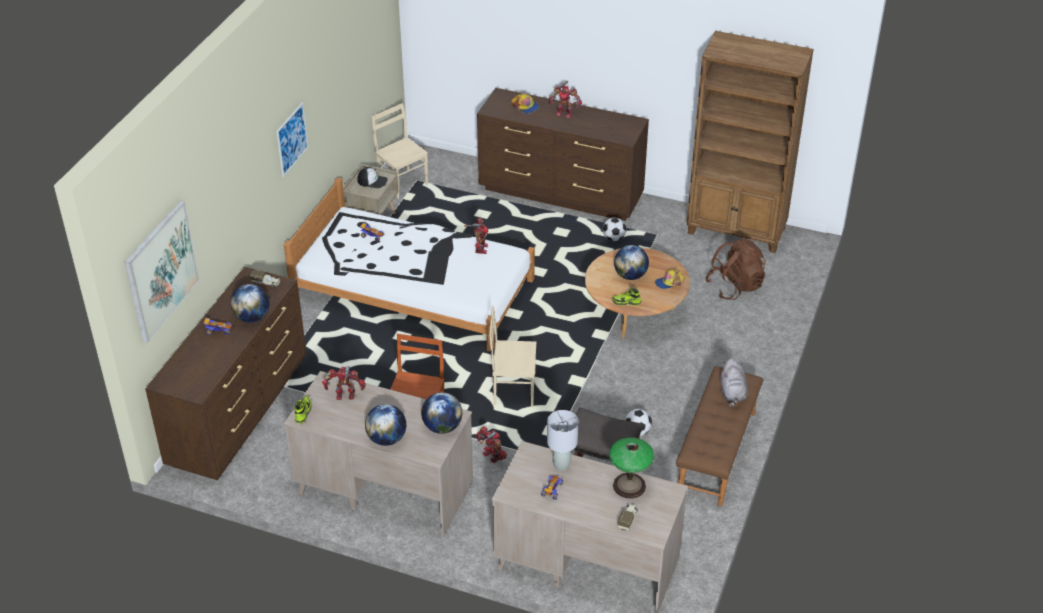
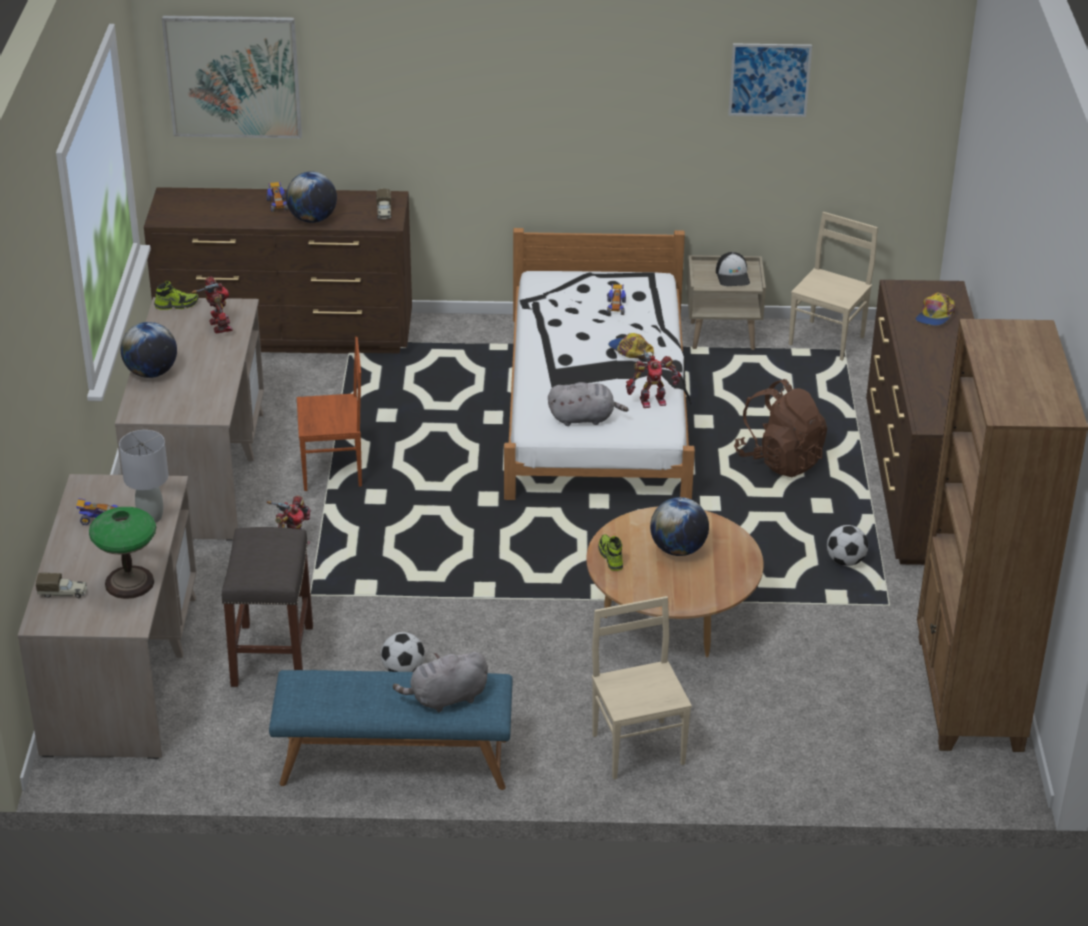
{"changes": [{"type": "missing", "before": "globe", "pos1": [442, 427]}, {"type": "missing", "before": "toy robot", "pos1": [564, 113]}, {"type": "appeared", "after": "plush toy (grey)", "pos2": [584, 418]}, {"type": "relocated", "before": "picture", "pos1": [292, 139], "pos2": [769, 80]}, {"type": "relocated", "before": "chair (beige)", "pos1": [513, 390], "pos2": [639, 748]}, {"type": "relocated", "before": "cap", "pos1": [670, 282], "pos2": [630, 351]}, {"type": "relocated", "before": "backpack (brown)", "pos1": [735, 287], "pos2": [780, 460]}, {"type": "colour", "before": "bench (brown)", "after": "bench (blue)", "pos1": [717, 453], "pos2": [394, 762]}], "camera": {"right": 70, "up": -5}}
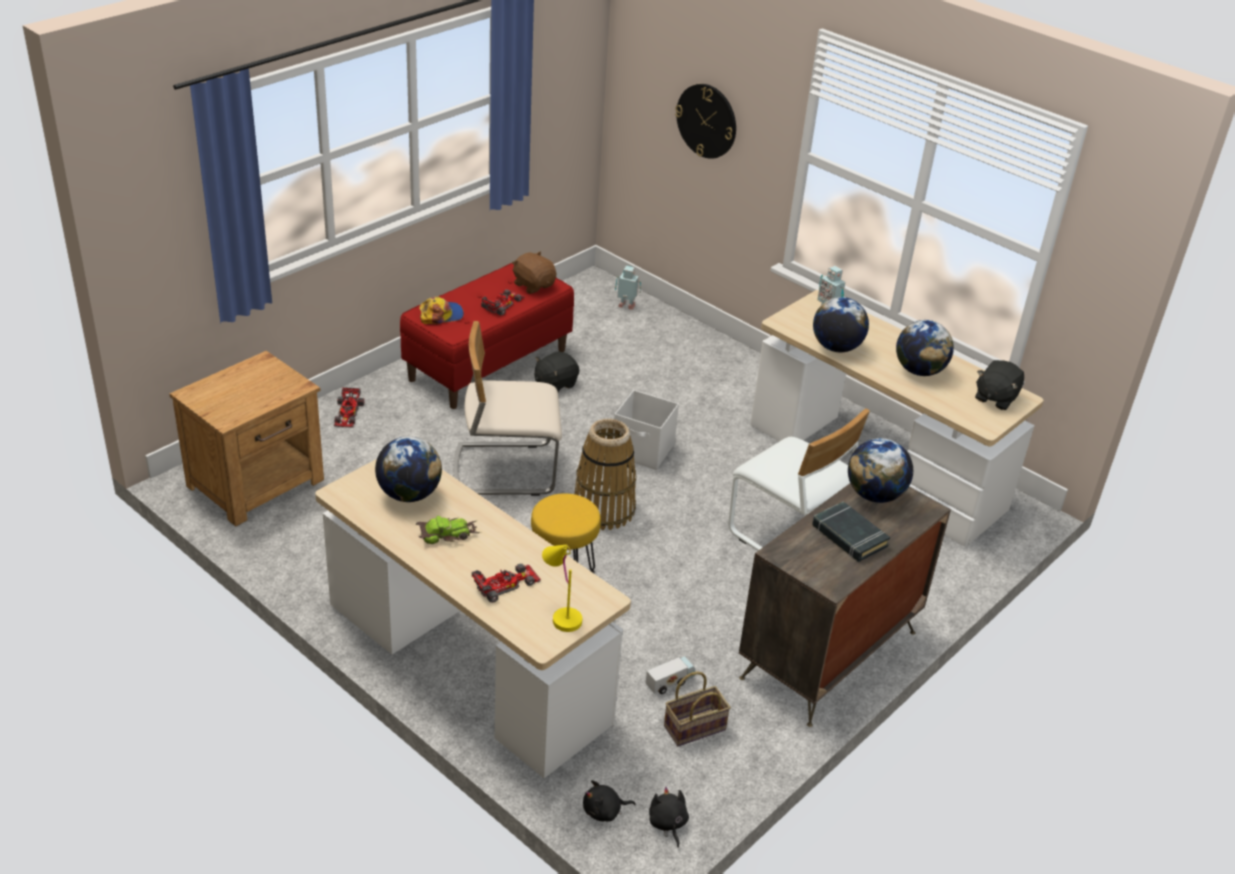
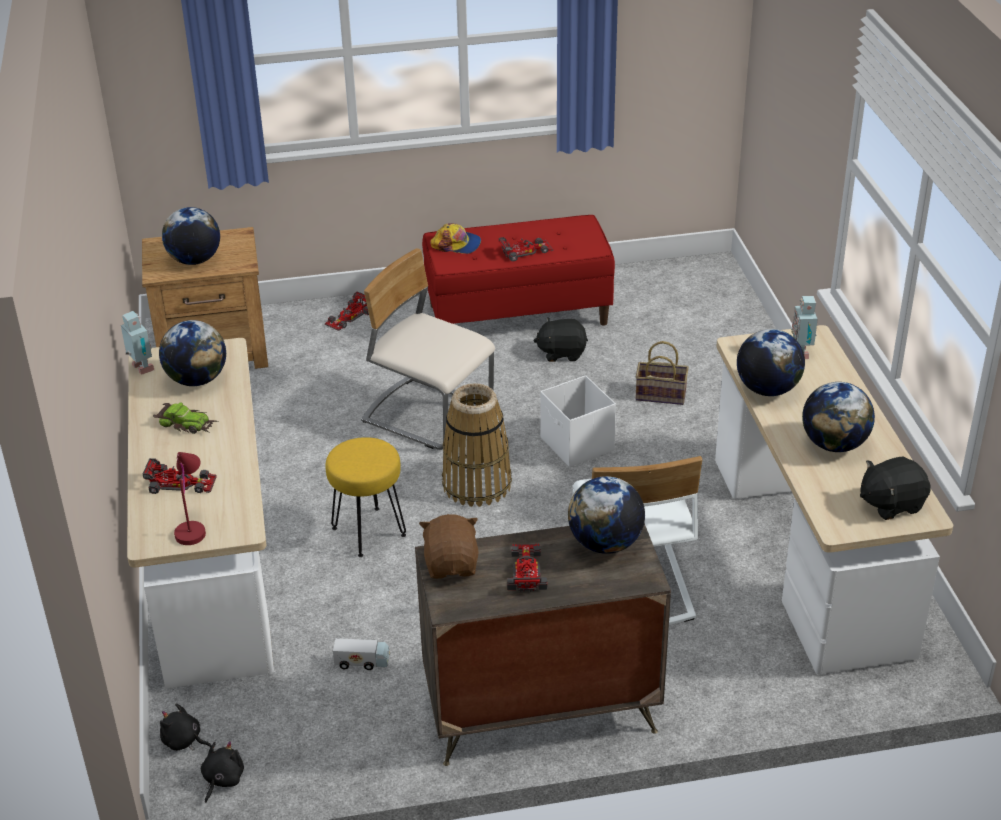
{"changes": [{"type": "missing", "before": "wall clock", "pos1": [707, 121]}, {"type": "appeared", "after": "globe", "pos2": [194, 260]}, {"type": "relocated", "before": "plush toy (brown)", "pos1": [533, 285], "pos2": [452, 564]}, {"type": "relocated", "before": "toy robot", "pos1": [626, 307], "pos2": [141, 369]}, {"type": "relocated", "before": "basket", "pos1": [695, 726], "pos2": [662, 394]}, {"type": "exchanged", "before": "book (black)", "after": "toy car", "pos1": [848, 536], "pos2": [526, 570]}, {"type": "colour", "before": "table lamp (yellow)", "after": "table lamp (red)", "pos1": [560, 612], "pos2": [193, 525]}], "camera": {"right": 40, "up": 0}}
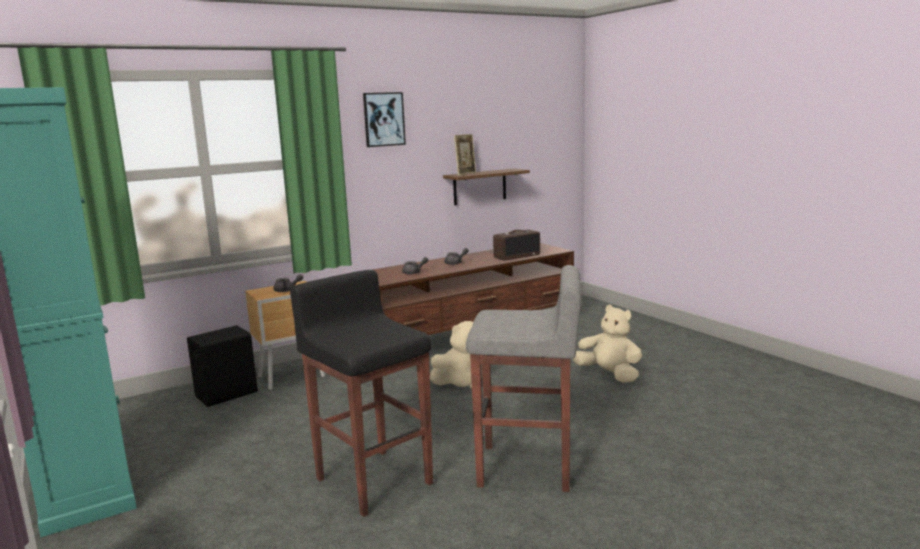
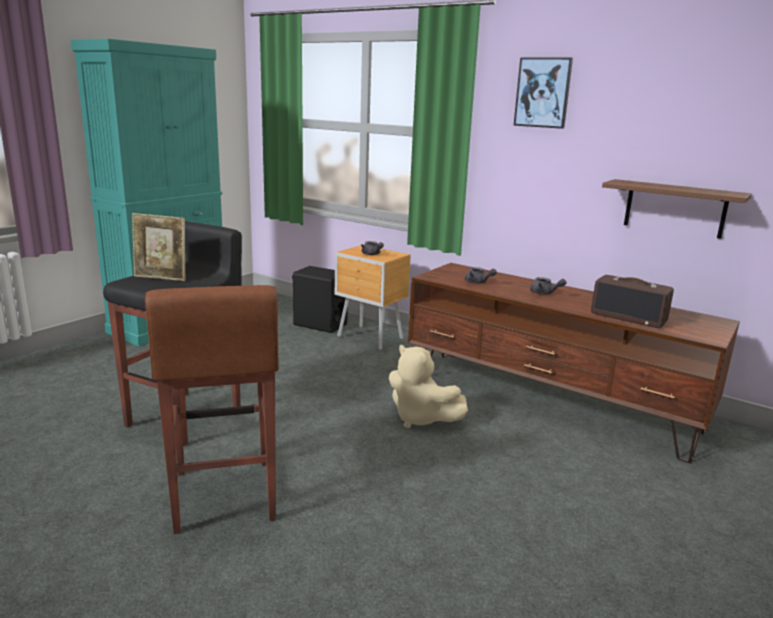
{"changes": [{"type": "missing", "before": "plush toy (beige)", "pos1": [609, 375]}, {"type": "relocated", "before": "picture frame", "pos1": [466, 174], "pos2": [161, 278]}, {"type": "colour", "before": "stool (grey)", "after": "stool (brown)", "pos1": [527, 468], "pos2": [223, 496]}], "camera": {"right": 65, "up": 5}}
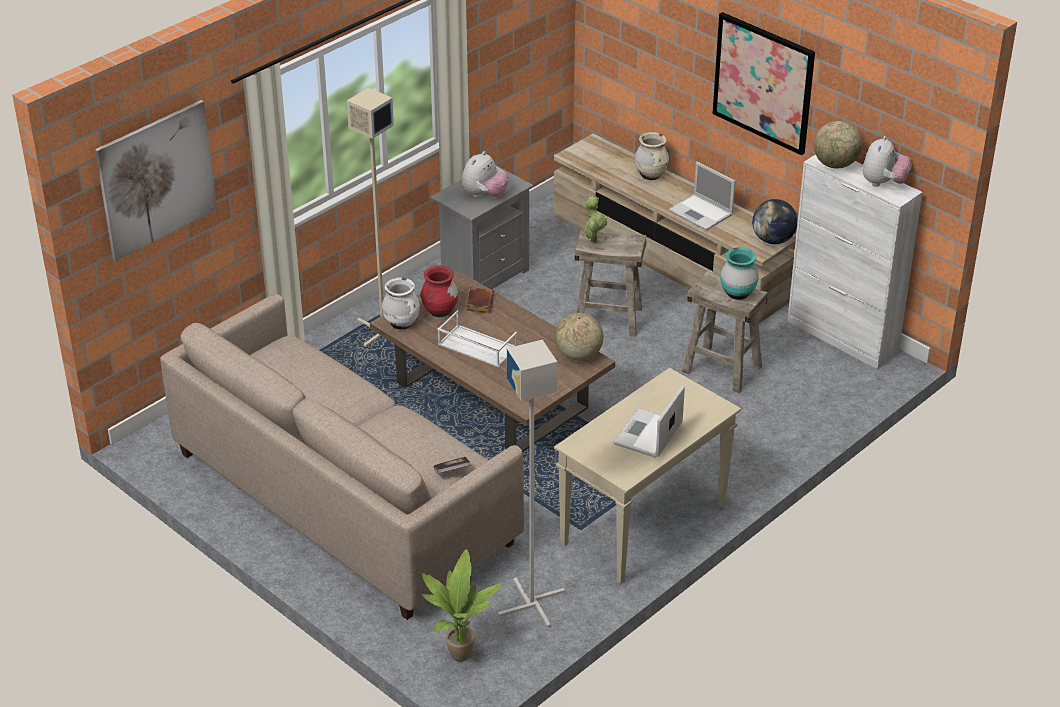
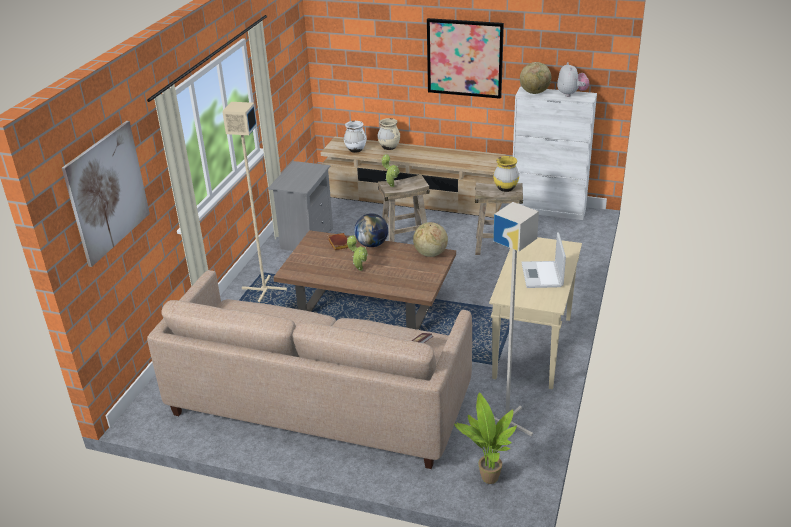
{"changes": [{"type": "missing", "before": "vase (red)", "pos1": [440, 311]}, {"type": "missing", "before": "plush toy", "pos1": [484, 195]}, {"type": "missing", "before": "laptop", "pos1": [701, 213]}, {"type": "relocated", "before": "vase (white)", "pos1": [401, 323], "pos2": [355, 150]}, {"type": "relocated", "before": "globe", "pos1": [773, 240], "pos2": [372, 244]}, {"type": "exchanged", "before": "tray (white)", "after": "potted plant", "pos1": [476, 346], "pos2": [359, 268]}, {"type": "colour", "before": "vase (turquoise)", "after": "vase (yellow)", "pos1": [737, 294], "pos2": [505, 188]}], "camera": {"right": -25, "up": -5}}
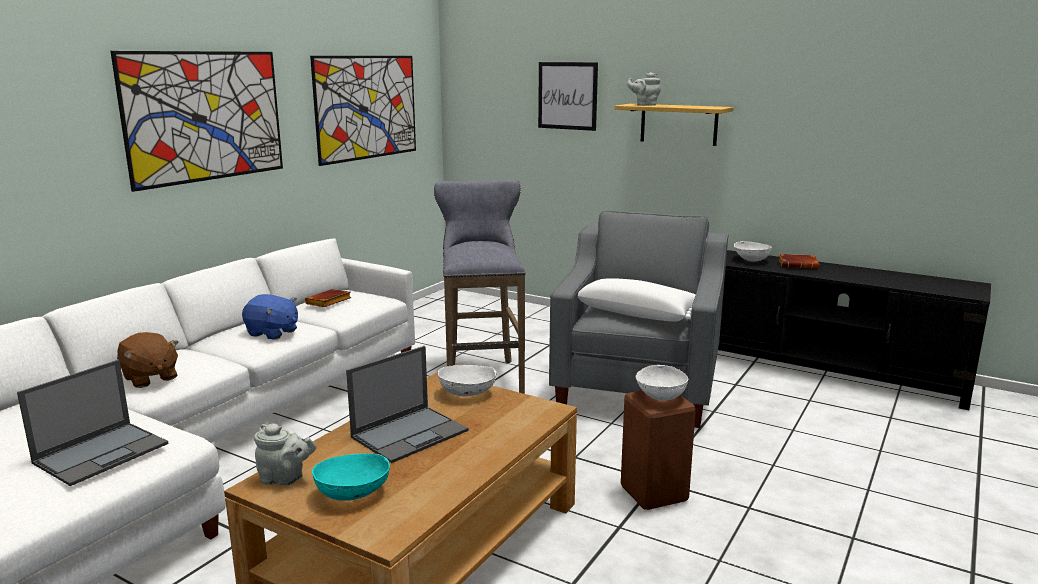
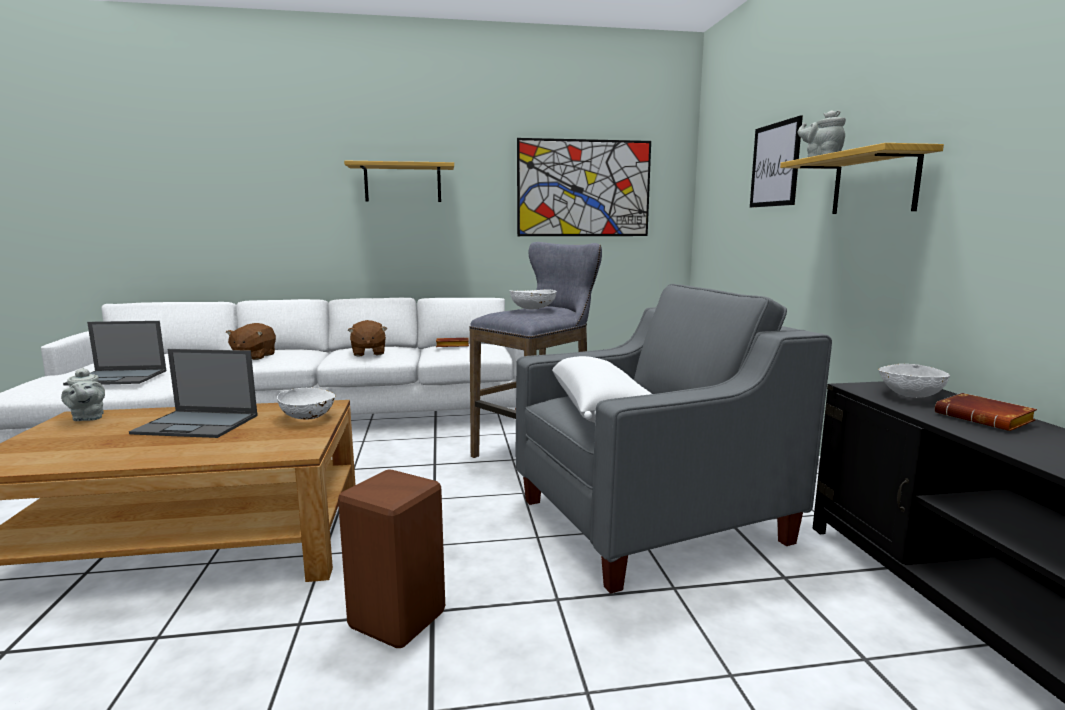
{"changes": [{"type": "missing", "before": "bowl (turquoise)", "pos1": [353, 493]}, {"type": "relocated", "before": "bowl (white)", "pos1": [660, 396], "pos2": [533, 309]}, {"type": "exchanged", "before": "picture", "after": "shelf", "pos1": [206, 116], "pos2": [403, 183]}, {"type": "colour", "before": "plush toy (blue)", "after": "plush toy (brown)", "pos1": [272, 333], "pos2": [368, 353]}], "camera": {"right": 50, "up": -5}}
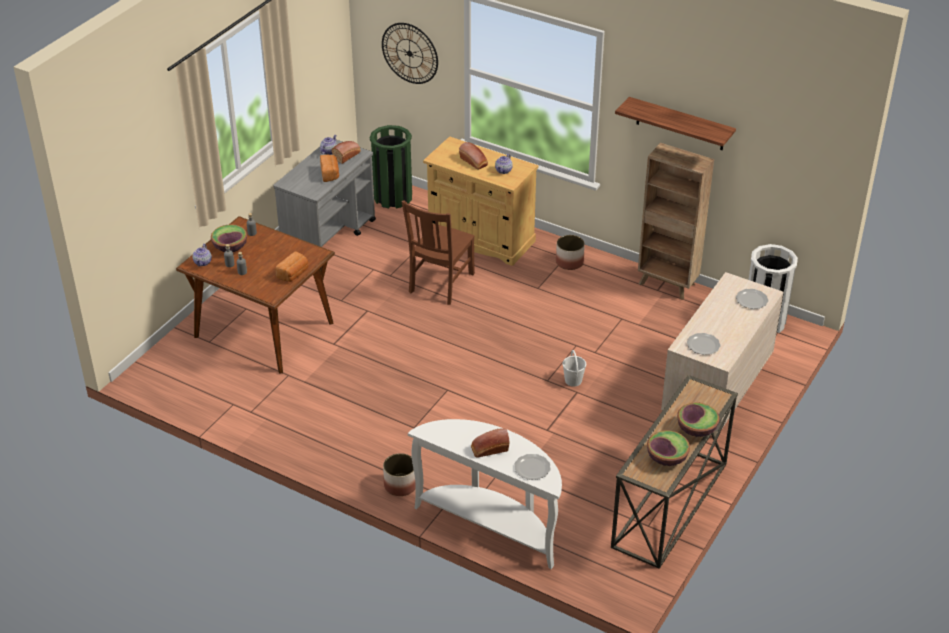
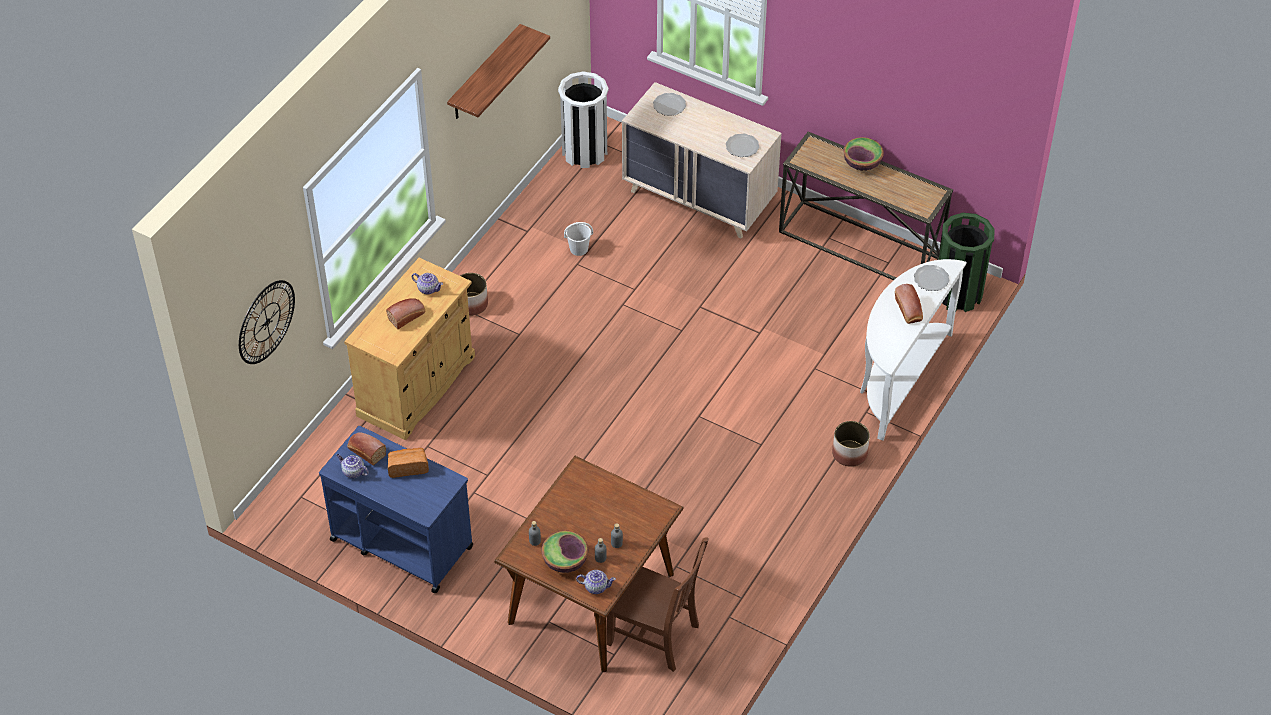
{"changes": [{"type": "missing", "before": "bread", "pos1": [293, 274]}, {"type": "missing", "before": "bookcase (brown)", "pos1": [667, 284]}, {"type": "missing", "before": "bowl", "pos1": [666, 458]}, {"type": "relocated", "before": "trash can (green)", "pos1": [393, 197], "pos2": [958, 294]}, {"type": "relocated", "before": "chair (brown)", "pos1": [440, 284], "pos2": [656, 636]}, {"type": "relocated", "before": "bucket (white)", "pos1": [573, 381], "pos2": [579, 249]}, {"type": "colour", "before": "cart (grey)", "after": "cart (blue)", "pos1": [329, 237], "pos2": [401, 543]}], "camera": {"right": -90, "up": 10}}
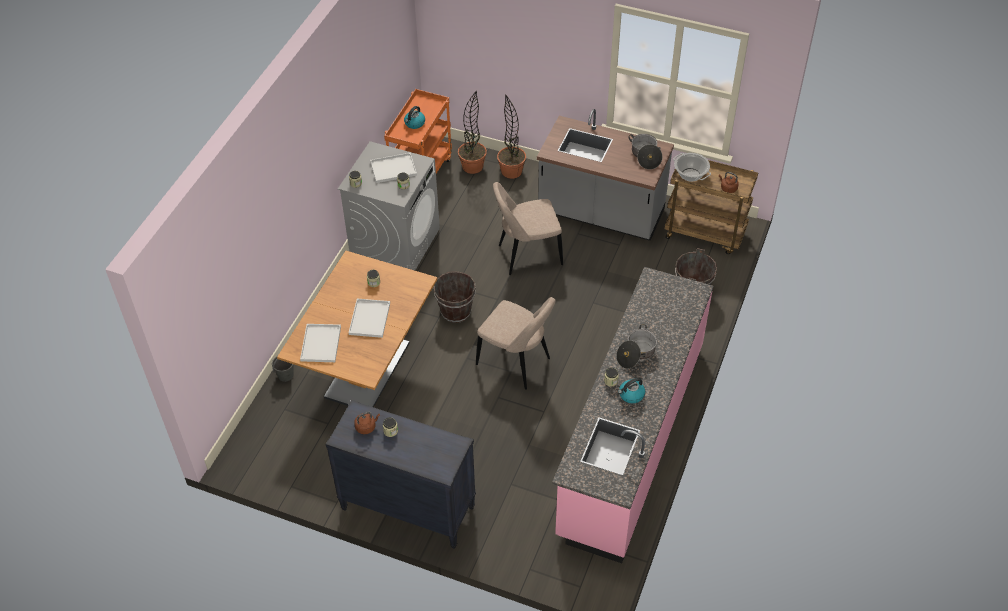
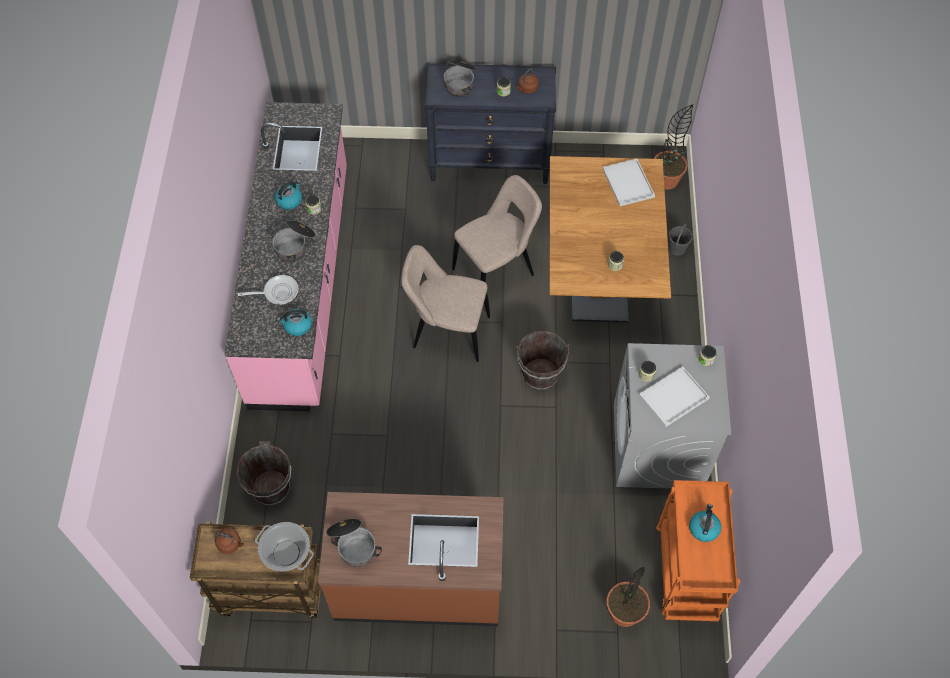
{"changes": [{"type": "missing", "before": "tray (white)", "pos1": [369, 318]}, {"type": "appeared", "after": "frying pan", "pos2": [278, 292]}, {"type": "appeared", "after": "kettle", "pos2": [297, 326]}, {"type": "appeared", "after": "cooking pot", "pos2": [460, 82]}, {"type": "relocated", "before": "chair (beige)", "pos1": [527, 255], "pos2": [496, 270]}, {"type": "relocated", "before": "potted plant", "pos1": [511, 171], "pos2": [666, 180]}, {"type": "colour", "before": "counter (grey)", "after": "counter (brown)", "pos1": [601, 213], "pos2": [418, 581]}], "camera": {"right": 160, "up": 10}}
